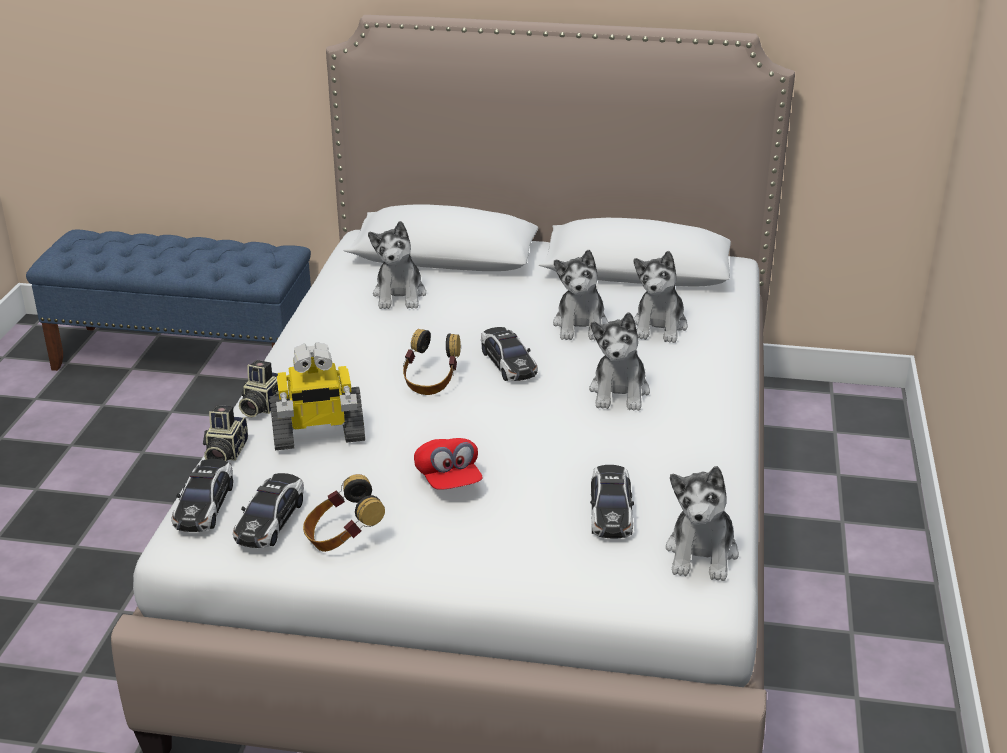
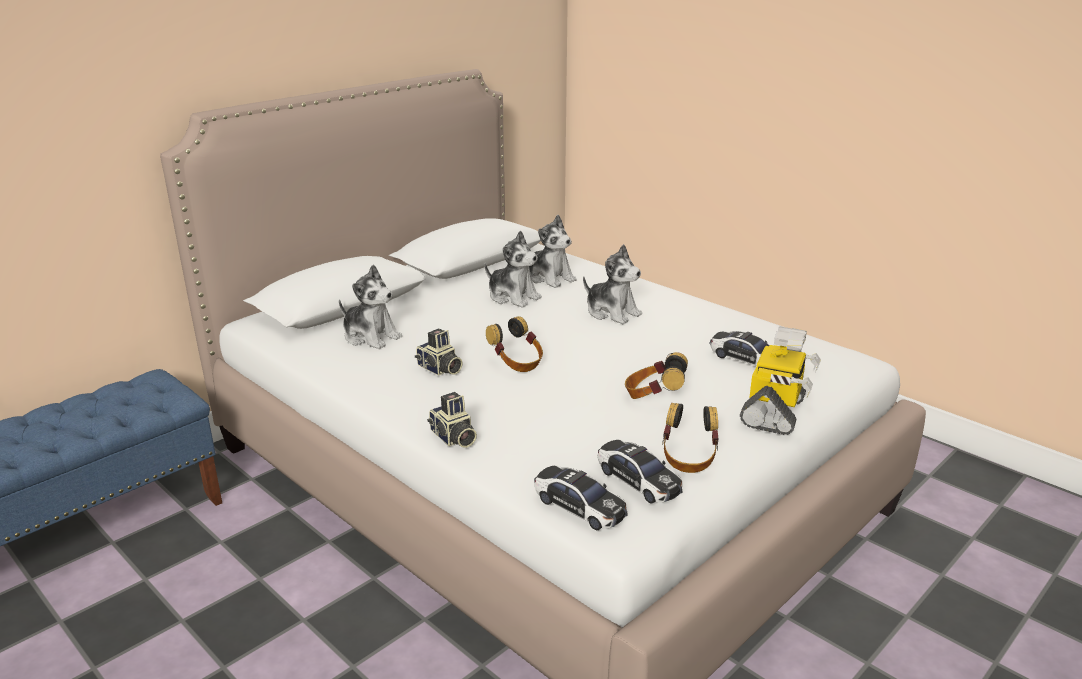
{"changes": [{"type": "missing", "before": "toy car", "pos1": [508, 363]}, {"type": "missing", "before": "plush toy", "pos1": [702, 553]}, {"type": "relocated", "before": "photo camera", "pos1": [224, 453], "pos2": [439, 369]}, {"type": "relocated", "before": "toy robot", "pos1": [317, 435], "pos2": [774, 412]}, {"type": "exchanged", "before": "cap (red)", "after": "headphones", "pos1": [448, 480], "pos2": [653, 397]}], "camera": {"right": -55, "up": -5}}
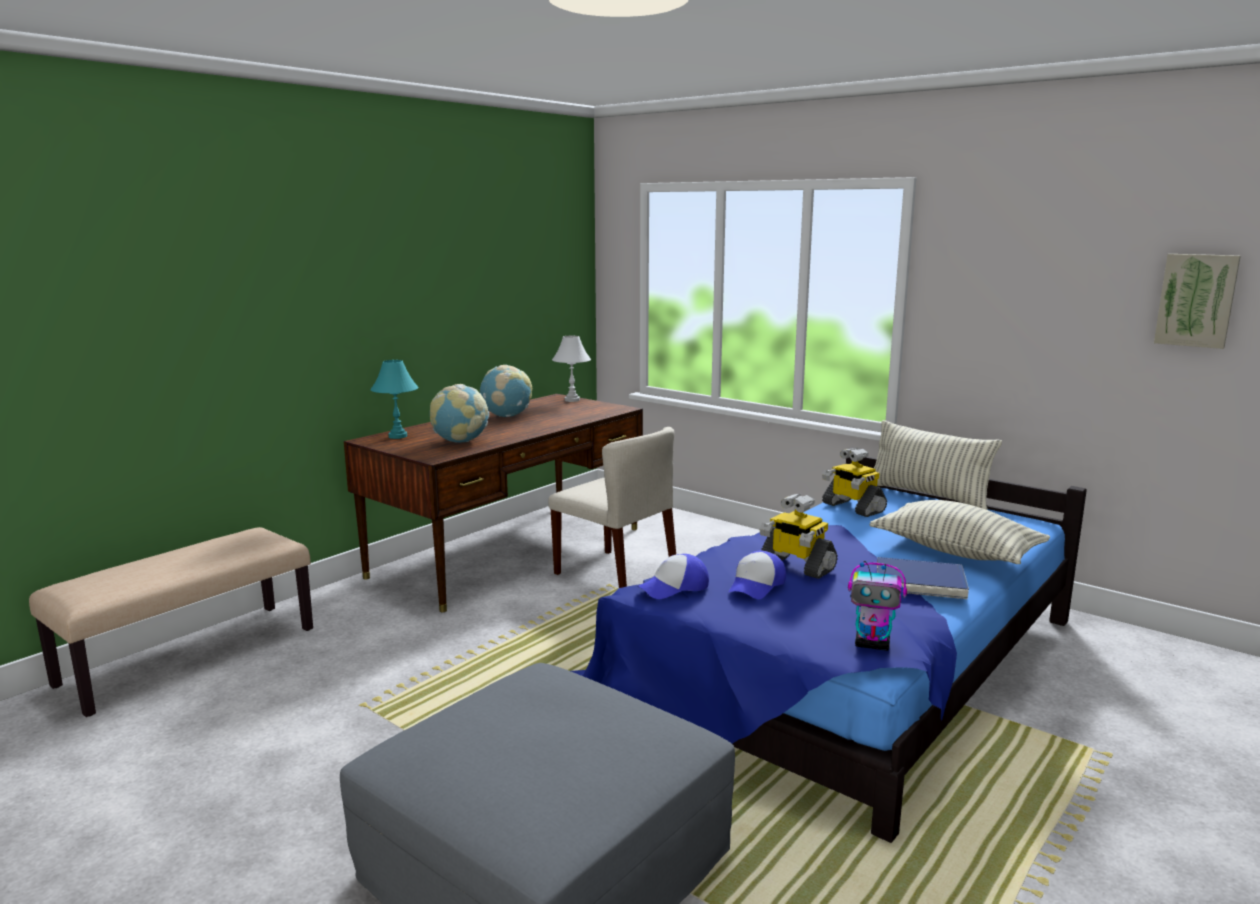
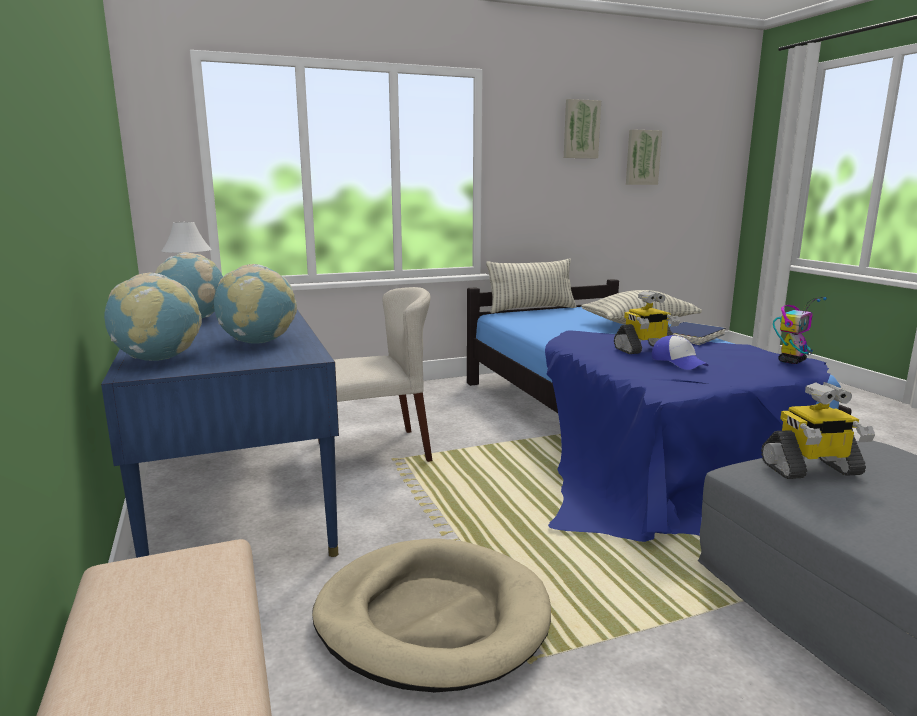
{"changes": [{"type": "missing", "before": "cap", "pos1": [674, 587]}, {"type": "appeared", "after": "dog bed (beige)", "pos2": [432, 618]}, {"type": "appeared", "after": "picture", "pos2": [580, 129]}, {"type": "relocated", "before": "toy robot", "pos1": [852, 507], "pos2": [811, 469]}, {"type": "exchanged", "before": "table lamp (turquoise)", "after": "globe", "pos1": [398, 436], "pos2": [158, 359]}, {"type": "colour", "before": "desk (brown)", "after": "desk (blue)", "pos1": [509, 552], "pos2": [236, 483]}], "camera": {"right": -60, "up": 0}}
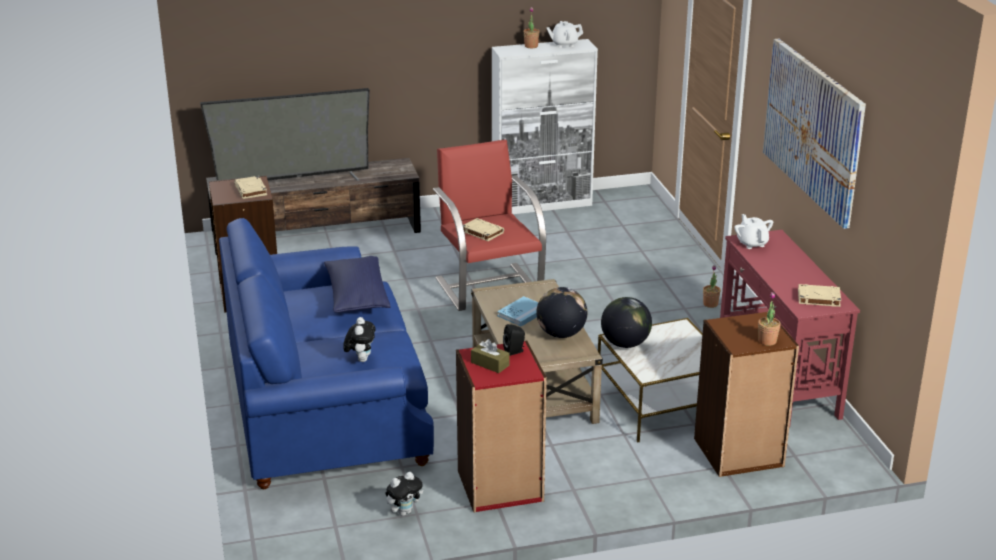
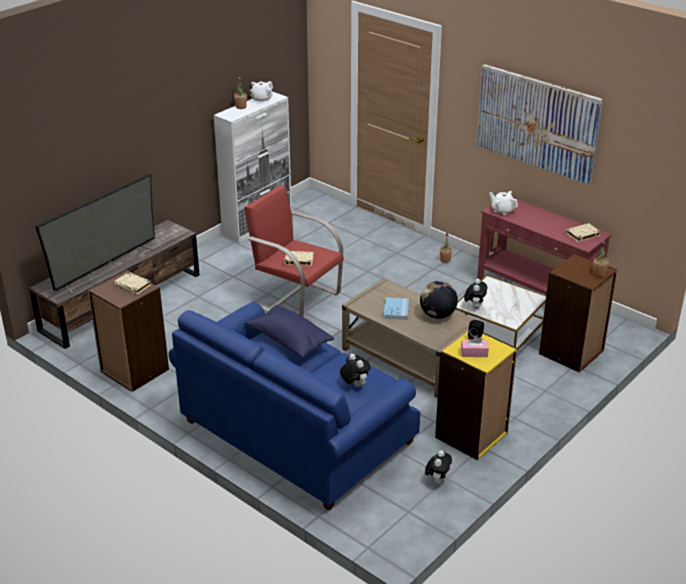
{"changes": [{"type": "exchanged", "before": "globe", "after": "plush toy", "pos1": [625, 344], "pos2": [474, 307]}, {"type": "colour", "before": "bookcase (red)", "after": "bookcase (yellow)", "pos1": [500, 486], "pos2": [472, 436]}, {"type": "colour", "before": "tissue box (brown)", "after": "tissue box (pink)", "pos1": [490, 364], "pos2": [474, 353]}], "camera": {"right": -35, "up": 5}}
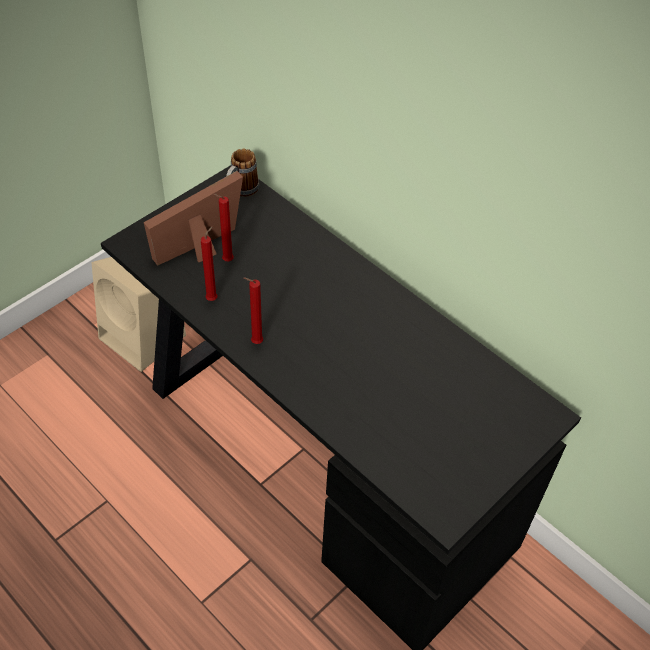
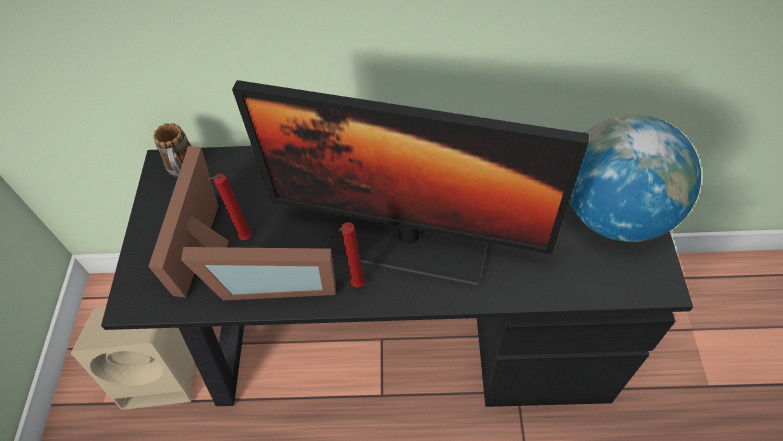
{"changes": [{"type": "appeared", "after": "monitor", "pos2": [408, 240]}, {"type": "appeared", "after": "globe", "pos2": [614, 213]}, {"type": "exchanged", "before": "candle (red)", "after": "picture frame", "pos1": [213, 298], "pos2": [274, 281]}], "camera": {"right": -40, "up": 5}}
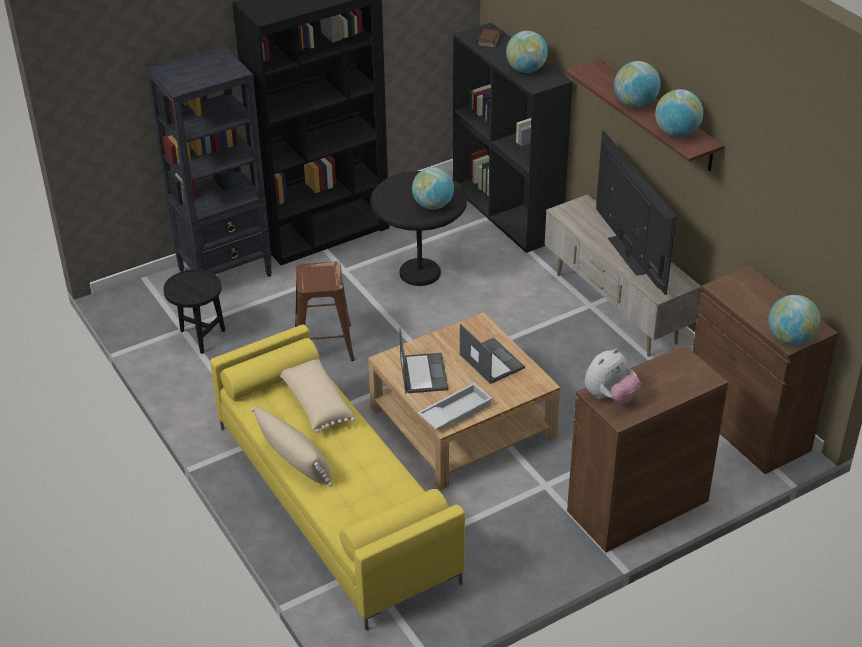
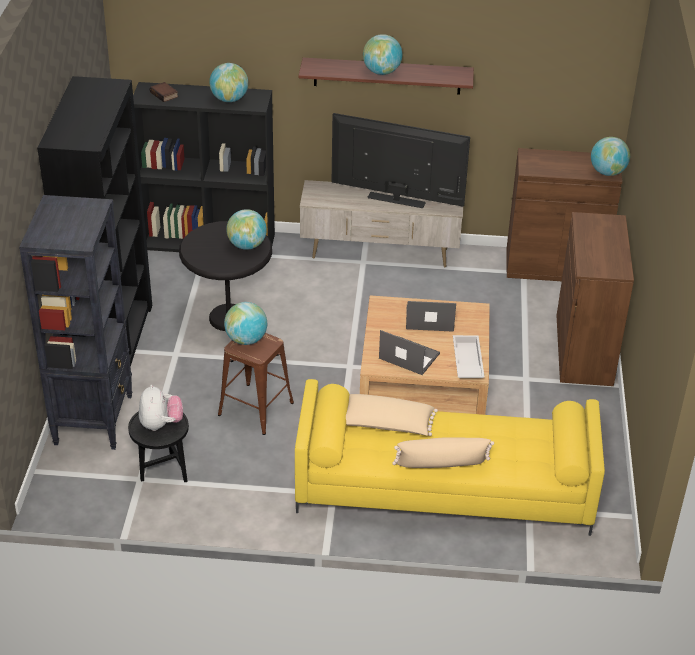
{"changes": [{"type": "relocated", "before": "plush toy", "pos1": [610, 397], "pos2": [161, 424]}, {"type": "relocated", "before": "globe", "pos1": [676, 133], "pos2": [246, 339]}], "camera": {"right": -55, "up": 0}}
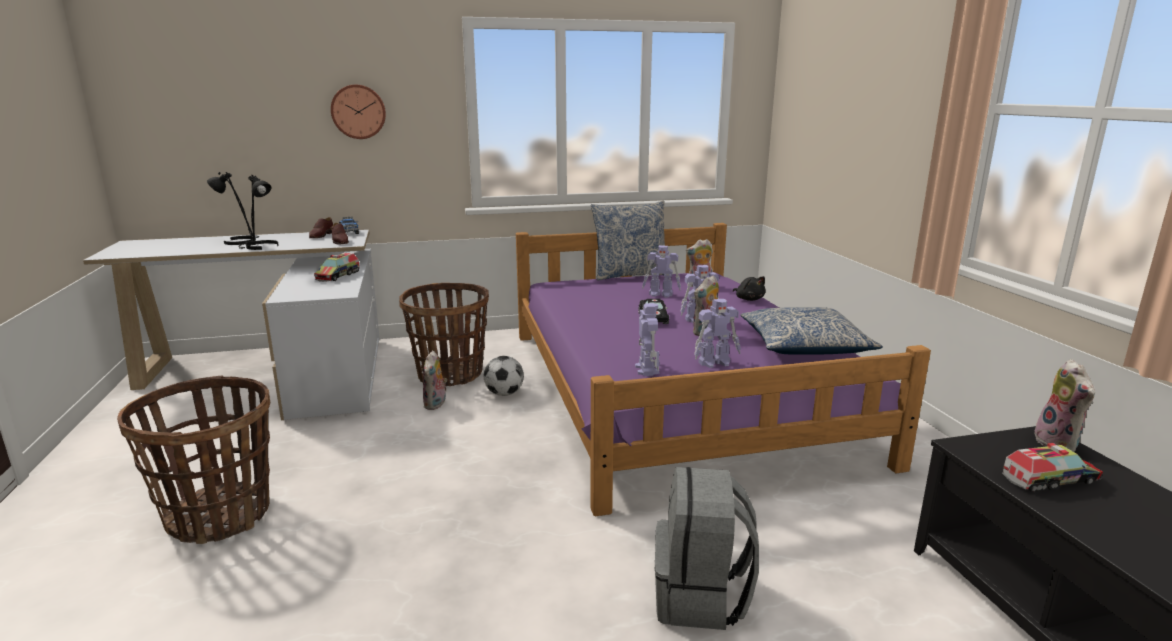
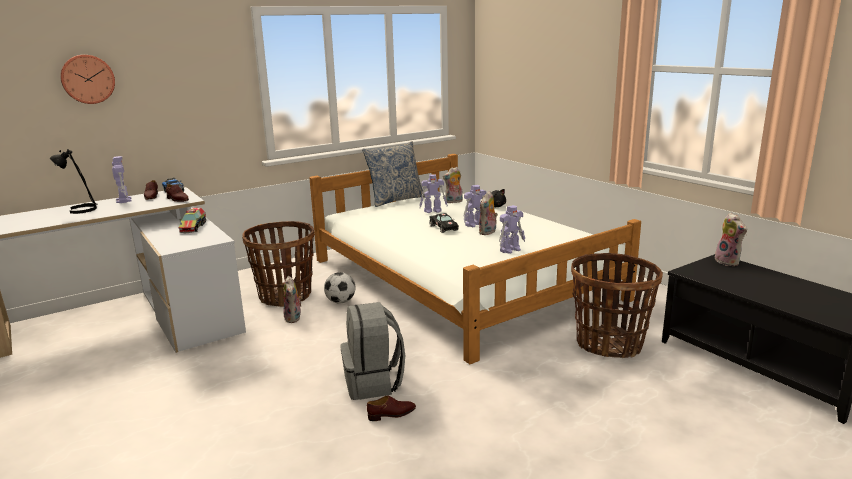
{"changes": [{"type": "missing", "before": "table lamp (black)", "pos1": [260, 247]}, {"type": "missing", "before": "pillow", "pos1": [804, 345]}, {"type": "missing", "before": "toy truck", "pos1": [1049, 480]}, {"type": "appeared", "after": "shoe (brown)", "pos2": [392, 414]}, {"type": "relocated", "before": "basket", "pos1": [219, 515], "pos2": [609, 344]}, {"type": "relocated", "before": "wall clock", "pos1": [358, 111], "pos2": [87, 79]}, {"type": "relocated", "before": "toy robot", "pos1": [646, 369], "pos2": [124, 200]}, {"type": "relocated", "before": "backpack (grey)", "pos1": [701, 597], "pos2": [374, 383]}, {"type": "colour", "before": "bed (purple)", "after": "bed (white)", "pos1": [675, 391], "pos2": [461, 279]}], "camera": {"right": -20, "up": 0}}
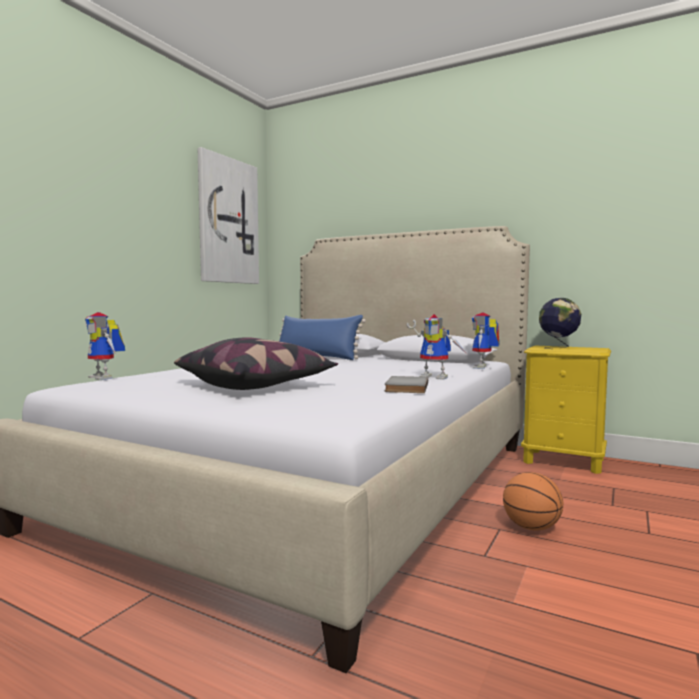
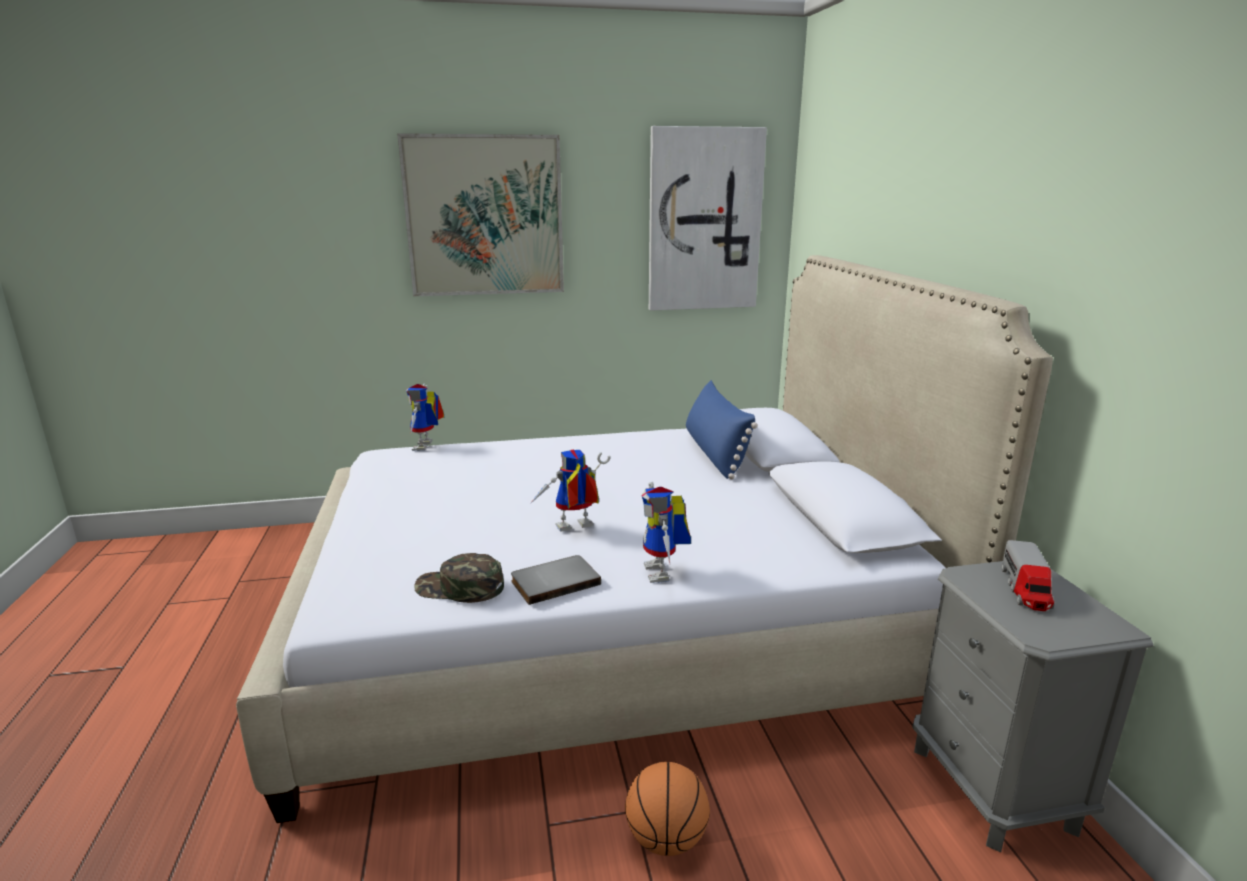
{"changes": [{"type": "missing", "before": "pillow", "pos1": [256, 386]}, {"type": "appeared", "after": "picture", "pos2": [485, 216]}, {"type": "appeared", "after": "cap (green)", "pos2": [459, 588]}, {"type": "relocated", "before": "toy robot", "pos1": [483, 368], "pos2": [573, 529]}, {"type": "exchanged", "before": "globe", "after": "toy truck", "pos1": [558, 348], "pos2": [1025, 589]}, {"type": "colour", "before": "nightstand (yellow)", "after": "nightstand (grey)", "pos1": [564, 461], "pos2": [993, 788]}], "camera": {"right": 50, "up": 15}}
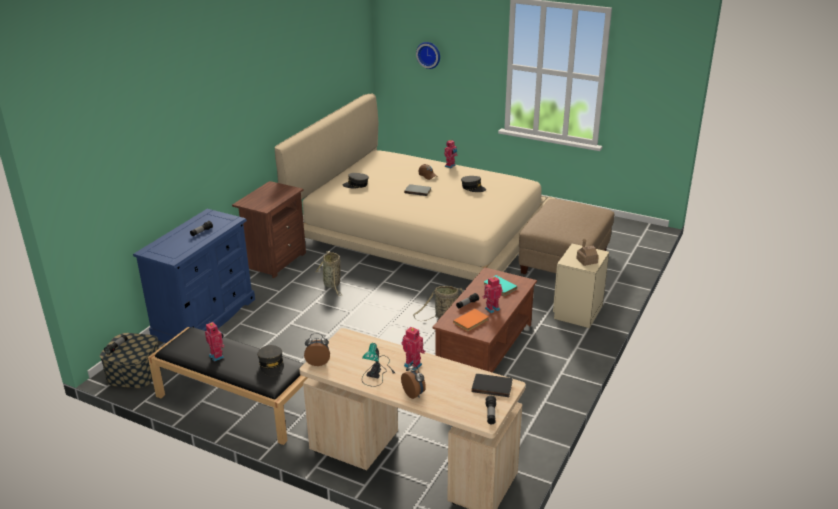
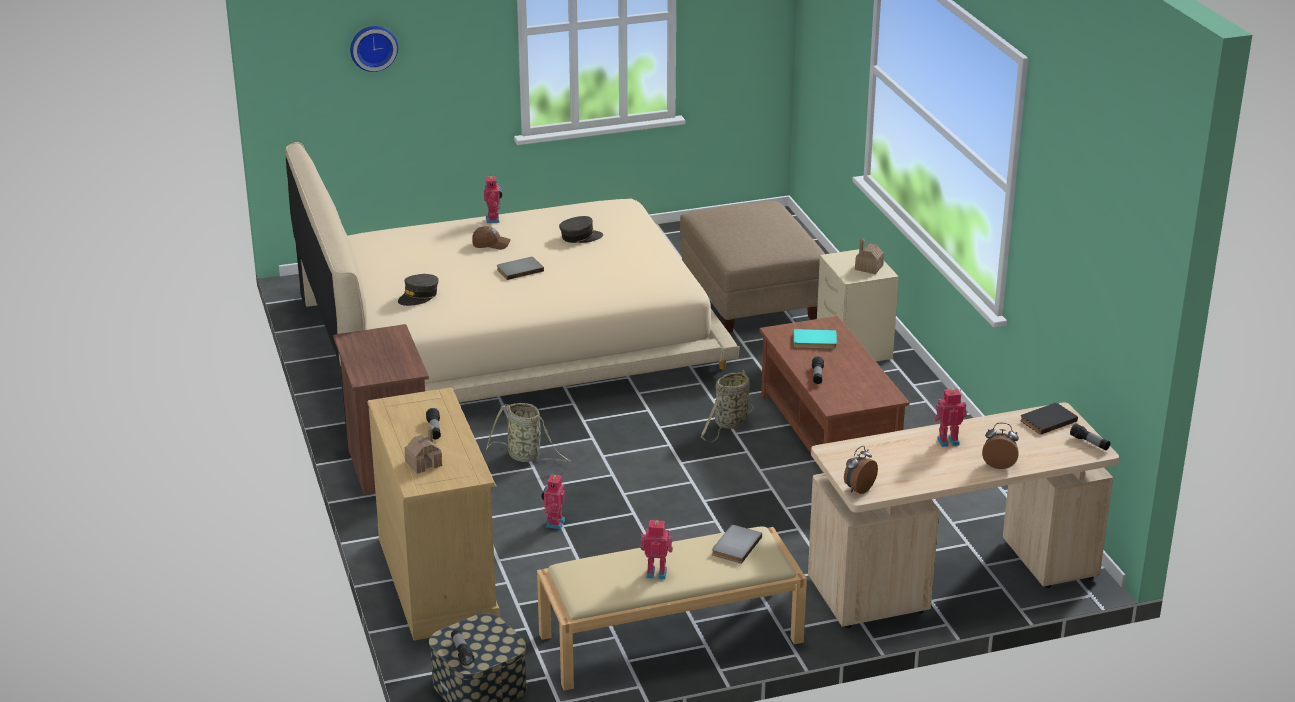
{"changes": [{"type": "missing", "before": "table lamp", "pos1": [378, 372]}, {"type": "missing", "before": "book (orange)", "pos1": [472, 322]}, {"type": "appeared", "after": "toy house", "pos2": [423, 463]}, {"type": "relocated", "before": "toy robot", "pos1": [491, 308], "pos2": [554, 523]}, {"type": "exchanged", "before": "cap (grey)", "after": "book (grey)", "pos1": [271, 365], "pos2": [735, 545]}, {"type": "colour", "before": "dresser (blue)", "after": "dresser (beige)", "pos1": [205, 318], "pos2": [438, 579]}, {"type": "colour", "before": "bench (black)", "after": "bench (beige)", "pos1": [234, 402], "pos2": [669, 639]}], "camera": {"right": -45, "up": 0}}
